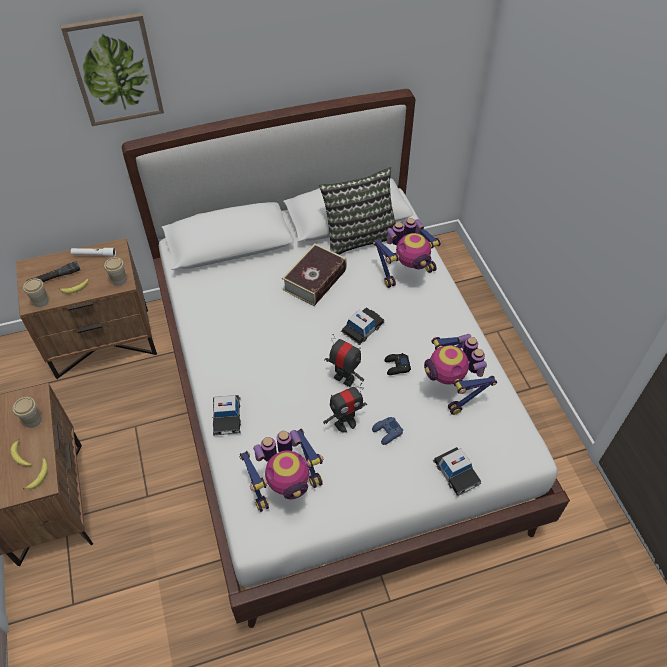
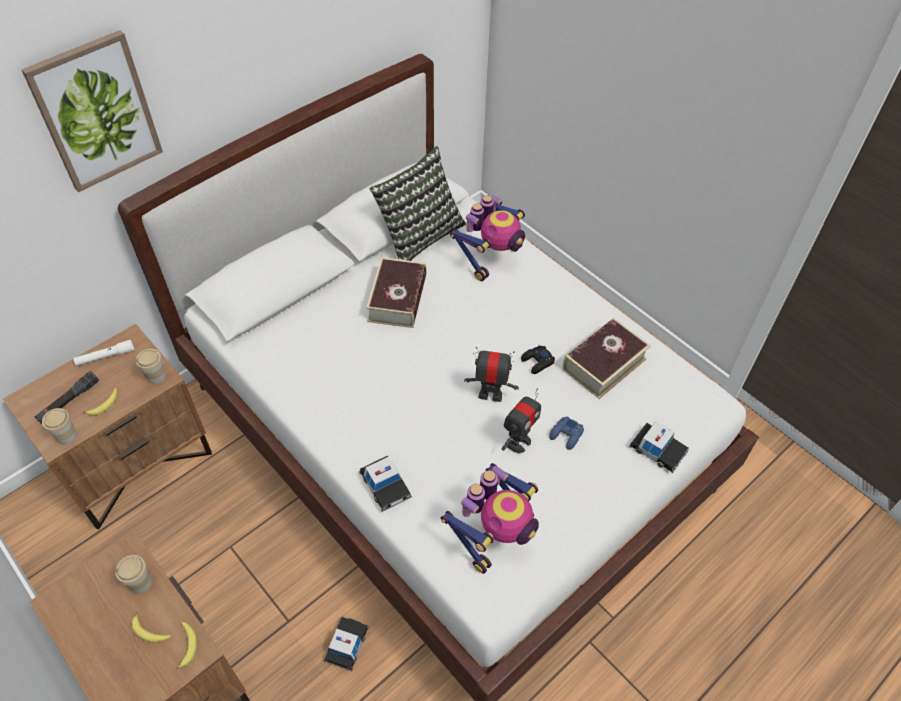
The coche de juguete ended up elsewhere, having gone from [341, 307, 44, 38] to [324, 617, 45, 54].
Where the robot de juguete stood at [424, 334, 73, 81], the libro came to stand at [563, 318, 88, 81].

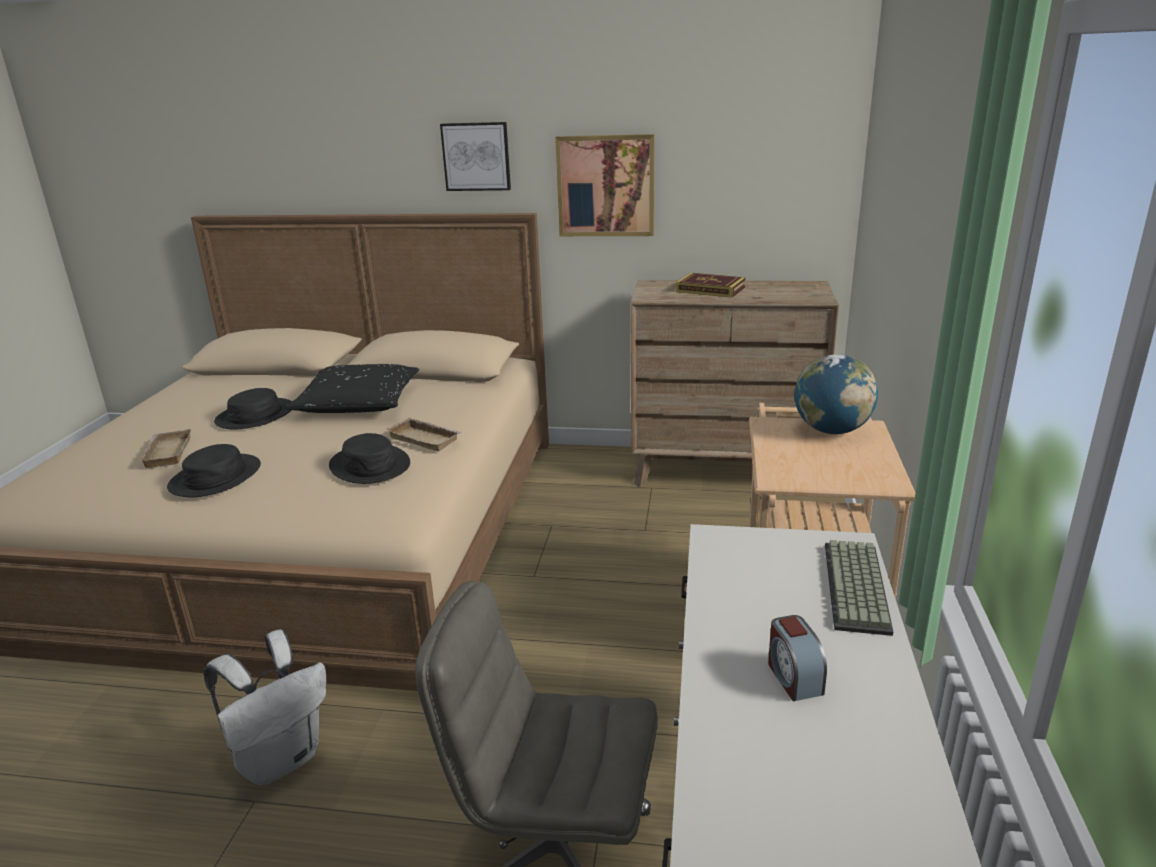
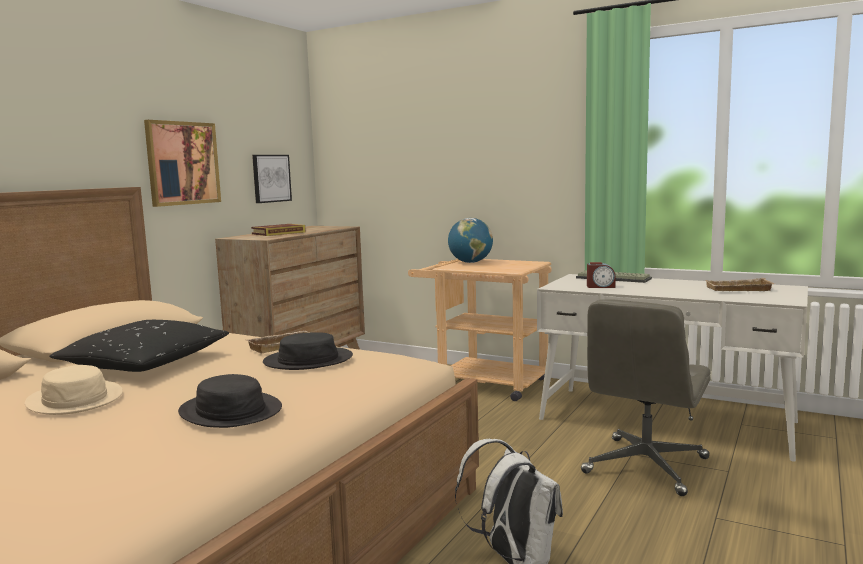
The cuadro ended up elsewhere, having gone from [440, 122, 71, 69] to [252, 155, 40, 48].
What was the sombrero/negro at [214, 388, 78, 42] turned into the sombrero/beis at [25, 365, 98, 50].
The bandeja/beis ended up elsewhere, having gone from [138, 429, 53, 39] to [706, 278, 69, 13].
The despertador ended up elsewhere, having gone from [768, 615, 59, 86] to [587, 262, 29, 26].

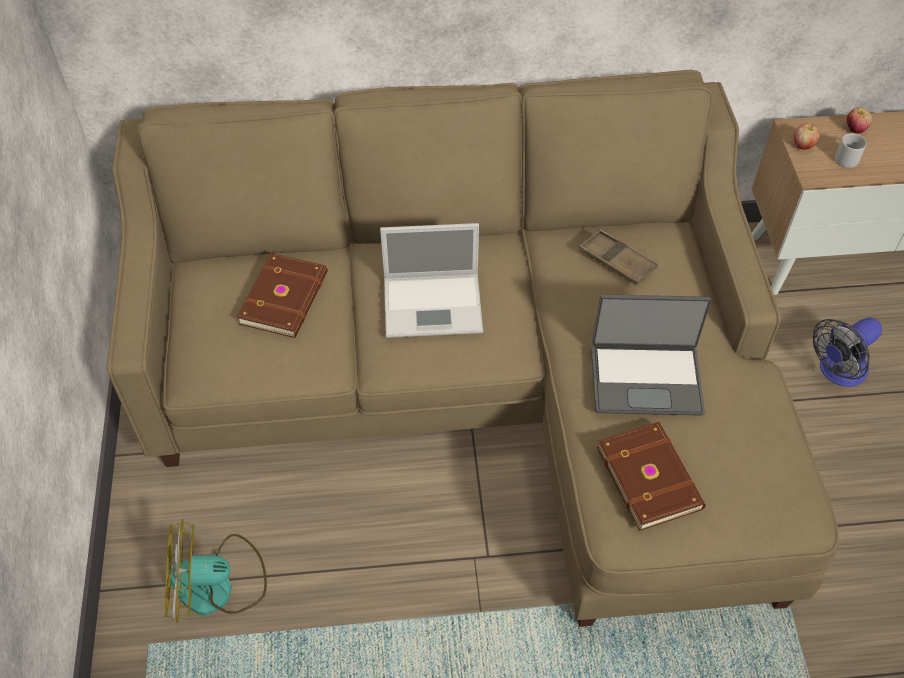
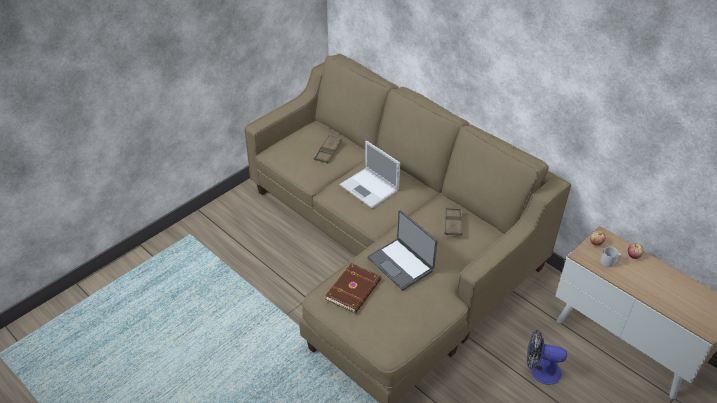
Where the libro/marrón stood at [236, 253, 92, 85], the bandeja/marrón came to stand at [314, 135, 28, 28].
The second view lost the ventilador at [165, 519, 102, 104].

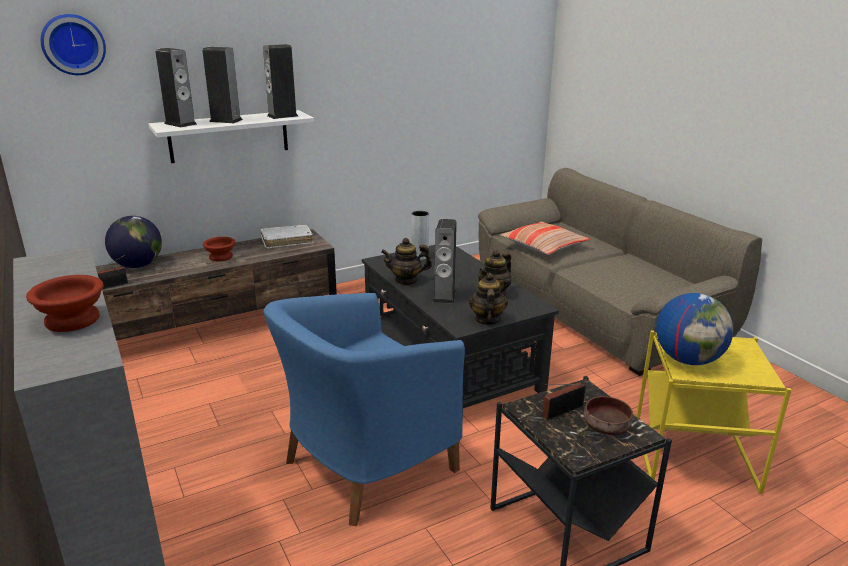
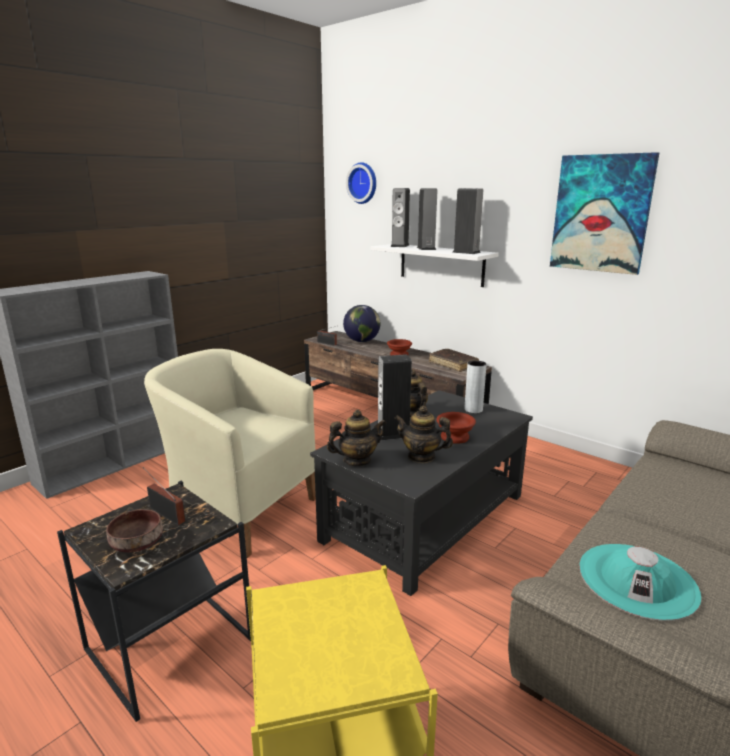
The second view lost the cojín at [500, 222, 90, 33].
What was the libro/blanco at [261, 225, 52, 24] turned into the libro/marrón at [429, 349, 50, 23].
The cuenco/marrón ended up elsewhere, having gone from [26, 275, 78, 57] to [436, 412, 40, 32].
What was the sillón/azul at [264, 293, 201, 233] turned into the sillón/beis at [144, 349, 172, 209].
The second view lost the globo terráqueo at [656, 293, 78, 72].
The second view gained the cuadro at [550, 152, 109, 123].
The second view gained the sombrero/turquesa at [579, 544, 122, 77].

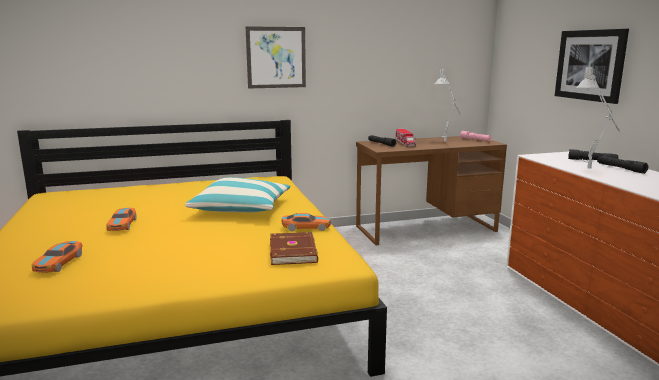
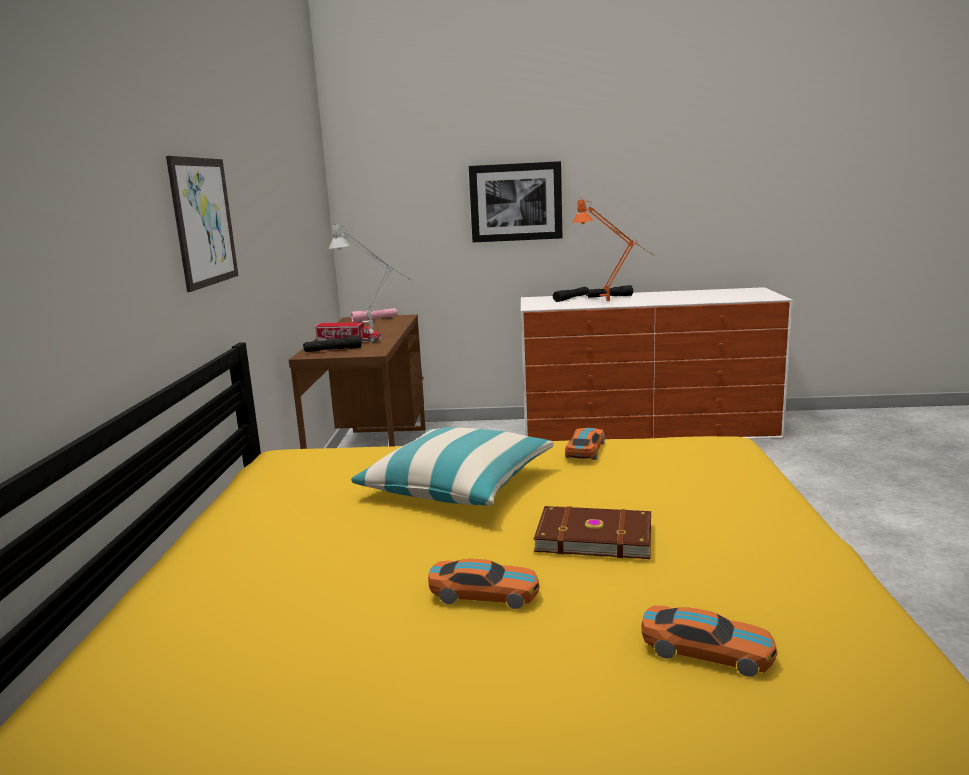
What was the lámpara de mesa/gris at [576, 65, 45, 104] turned into the lámpara de mesa/naranja at [572, 200, 84, 101].
The libro/marrón ended up elsewhere, having gone from [270, 232, 48, 33] to [534, 506, 117, 53].

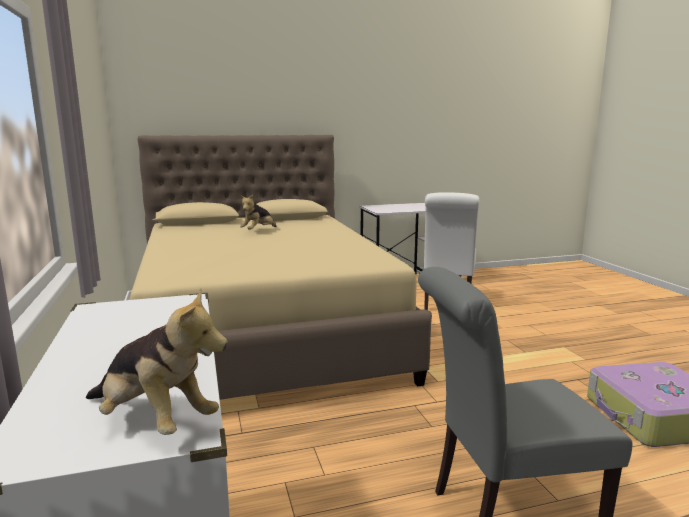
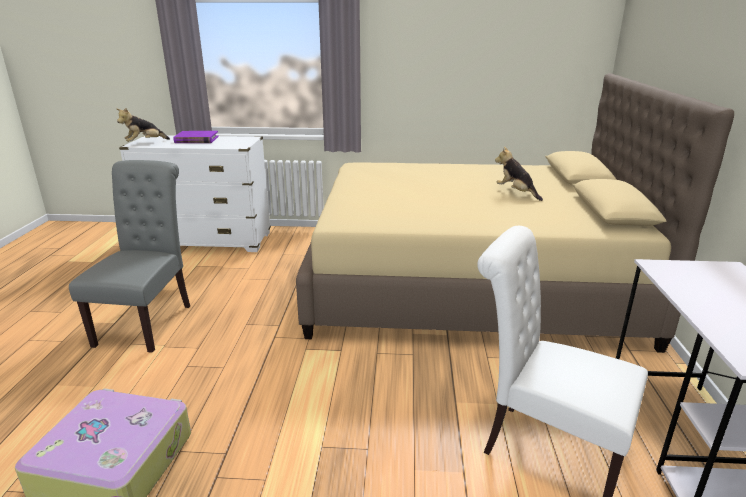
The second view gained the libro/morado at [174, 131, 45, 12].

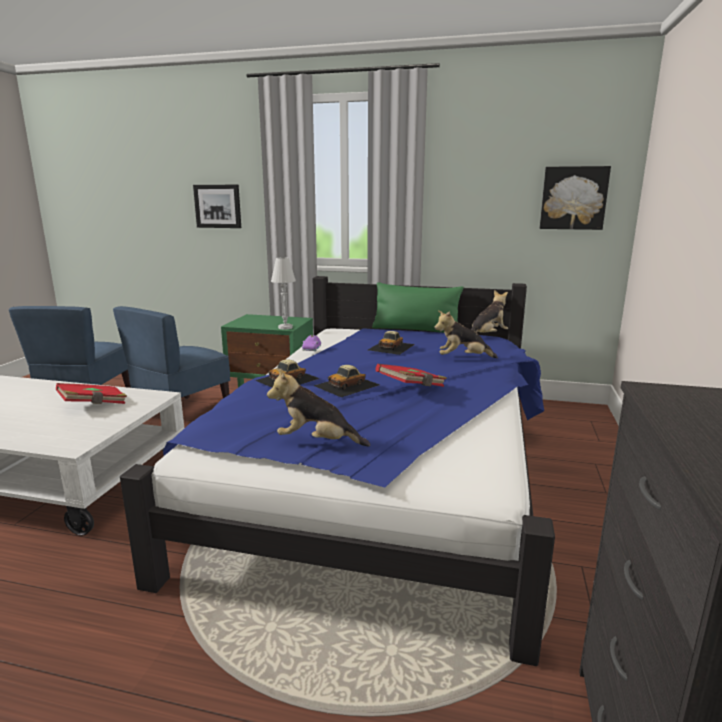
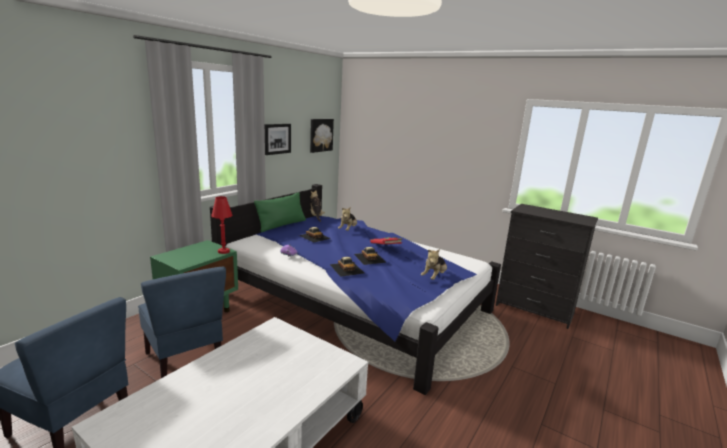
The cuadro ended up elsewhere, having gone from [193, 185, 48, 43] to [265, 124, 26, 31].
What was the lámpara de mesa/blanco at [271, 257, 25, 73] turned into the lámpara de mesa/rojo at [211, 196, 21, 58].
The second view lost the libro/rojo at [56, 383, 71, 21].

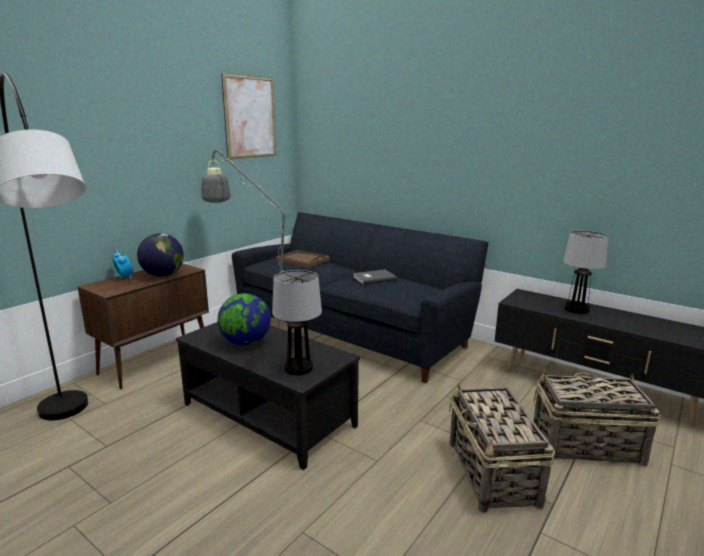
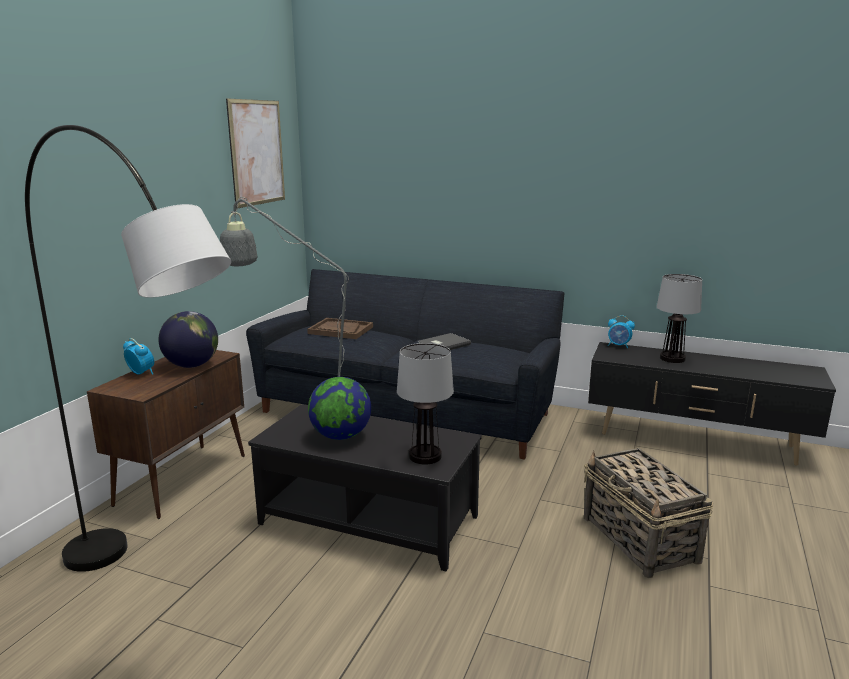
The second view lost the cesta at [534, 369, 127, 98].
The second view gained the despertador at [608, 315, 27, 33].

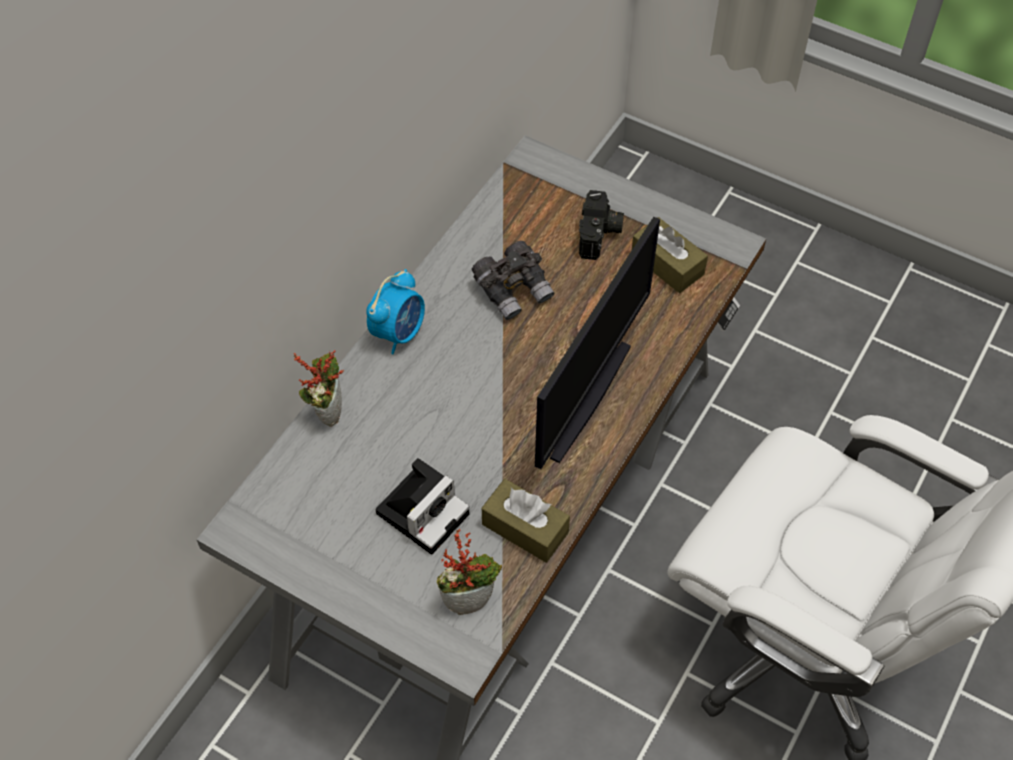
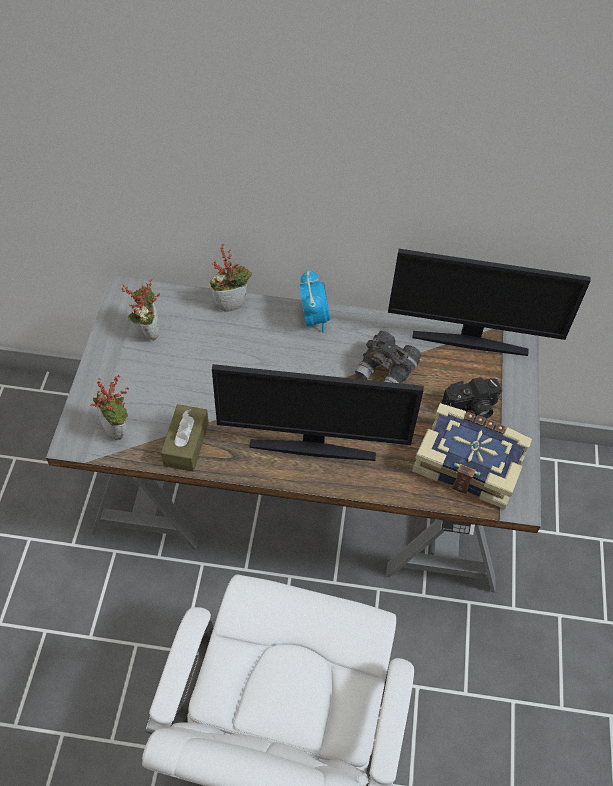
Where the caja de pañuelos/marrón stood at [632, 217, 76, 76], the libro came to stand at [412, 403, 120, 106].
The despertador at [366, 269, 59, 86] ended up facing another way, 105 degrees counterclockwise from before.
The second view lost the cámara at [376, 458, 94, 97].
The second view gained the monitor at [388, 249, 203, 107].
The second view gained the planta en maceta at [122, 279, 38, 62].

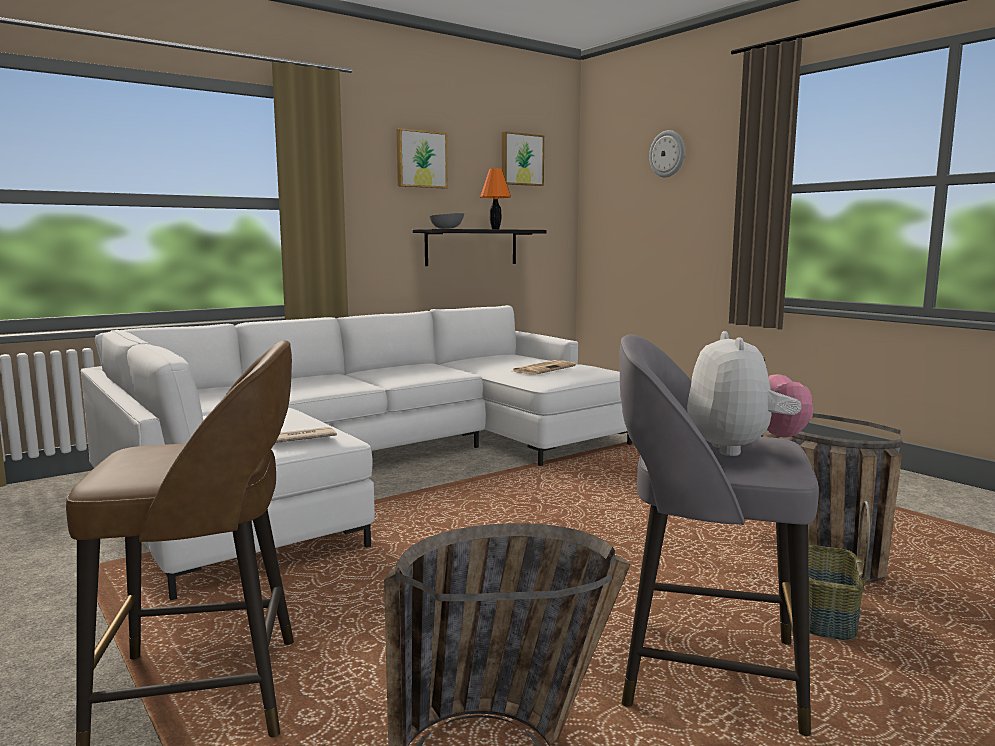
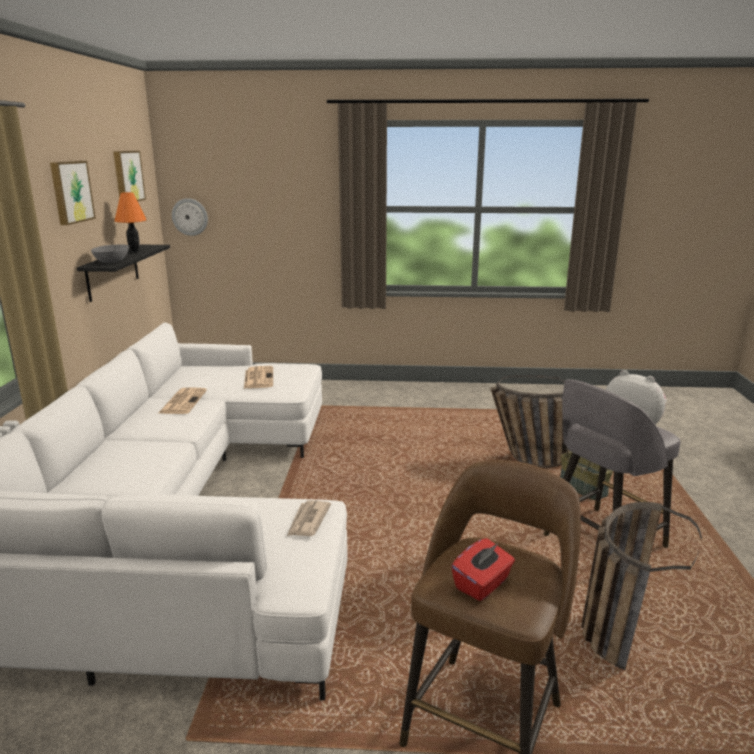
The reloj de pared ended up elsewhere, having gone from [649, 130, 36, 47] to [172, 198, 36, 38].
The second view gained the periódico at [159, 387, 48, 27].
The second view gained the caja de pañuelos/rojo at [451, 538, 64, 63].

